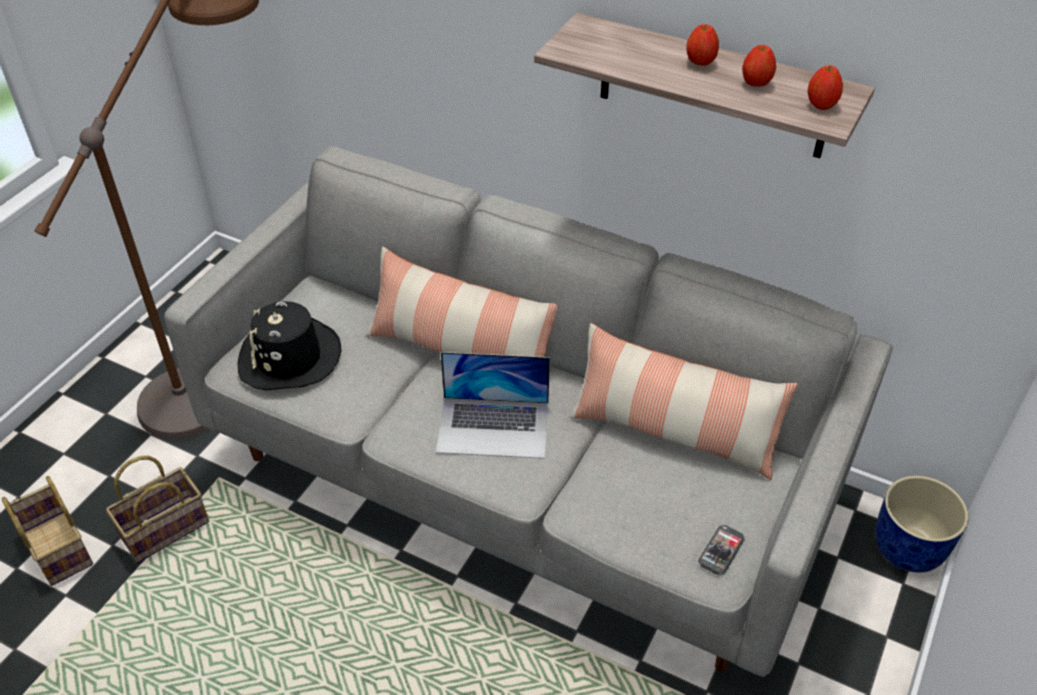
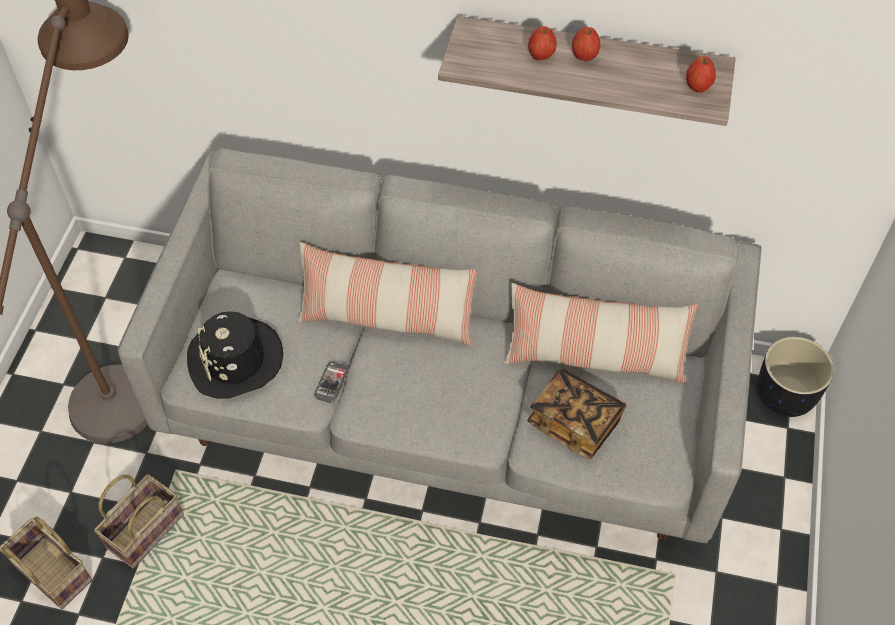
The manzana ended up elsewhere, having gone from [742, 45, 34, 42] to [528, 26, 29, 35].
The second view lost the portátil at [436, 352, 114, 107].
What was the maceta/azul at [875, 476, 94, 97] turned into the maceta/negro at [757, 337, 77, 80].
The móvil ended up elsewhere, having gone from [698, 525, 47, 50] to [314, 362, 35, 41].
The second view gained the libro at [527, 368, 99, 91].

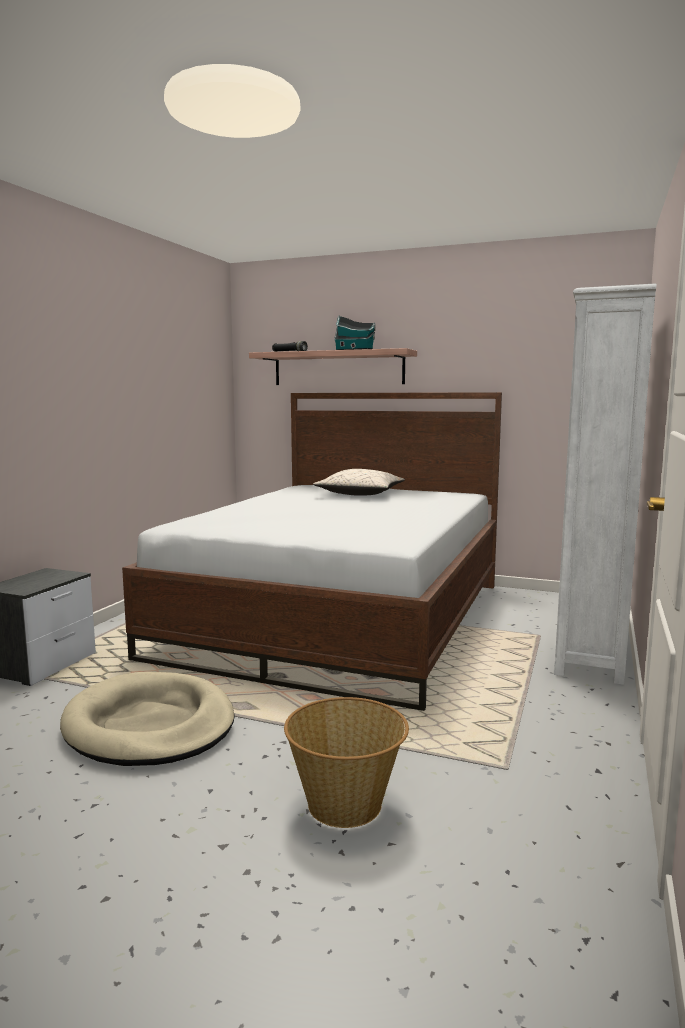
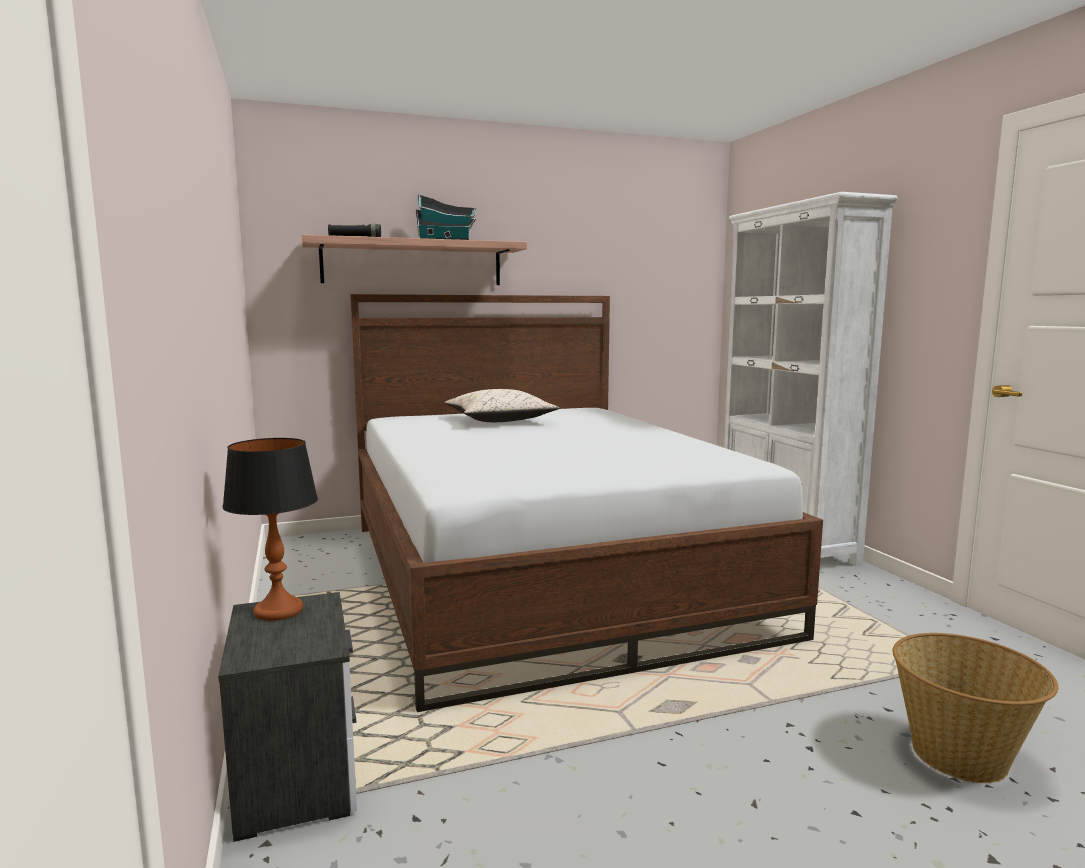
The second view lost the cama para perro/beis at [60, 672, 175, 94].
The second view gained the lámpara de mesa at [222, 438, 96, 183].

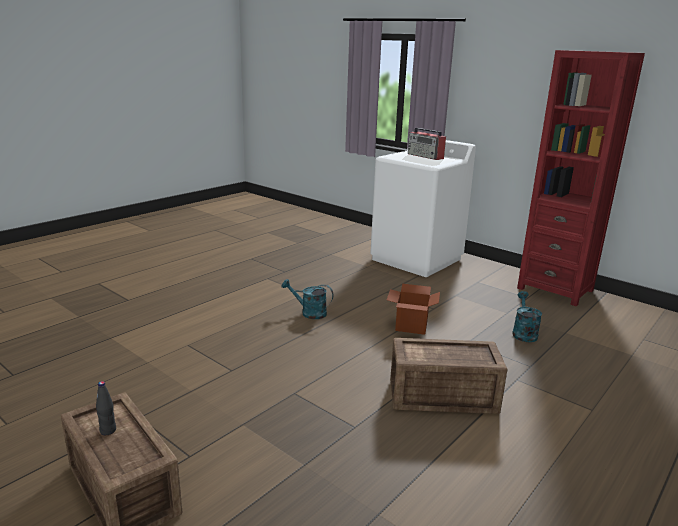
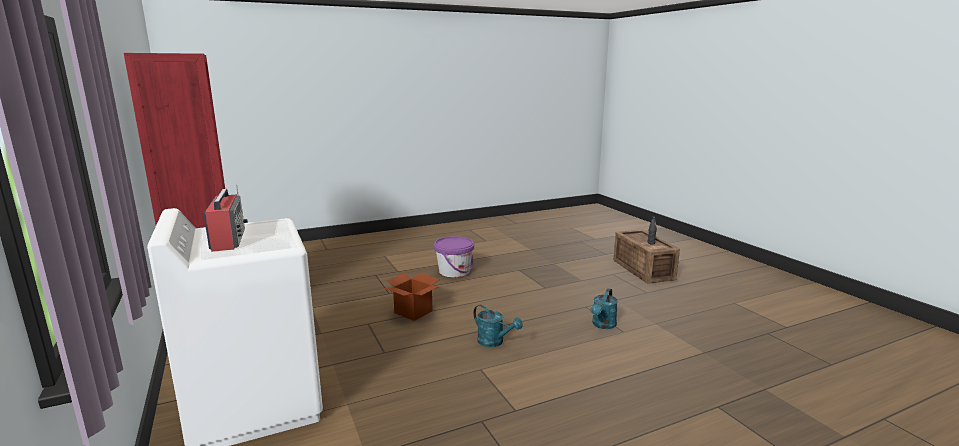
The regadera/turquesa ended up elsewhere, having gone from [512, 291, 30, 51] to [590, 288, 28, 41].
Where the caja de embalaje stood at [390, 338, 117, 76], the cubo/morado came to stand at [434, 236, 40, 41].

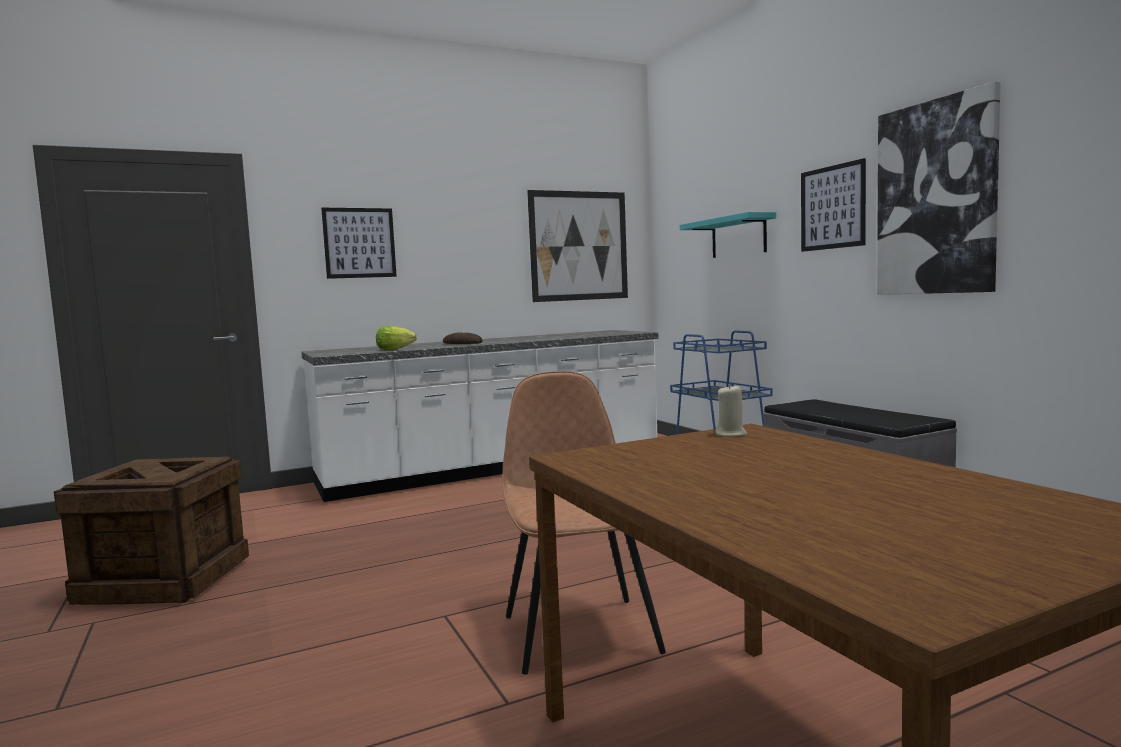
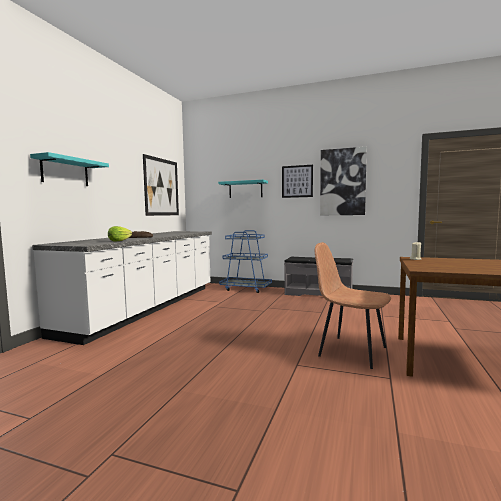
Where the cuadro hung at [321, 208, 76, 71], the estante/turquesa came to hang at [30, 152, 79, 34].
The second view lost the caja de embalaje at [54, 457, 195, 148].

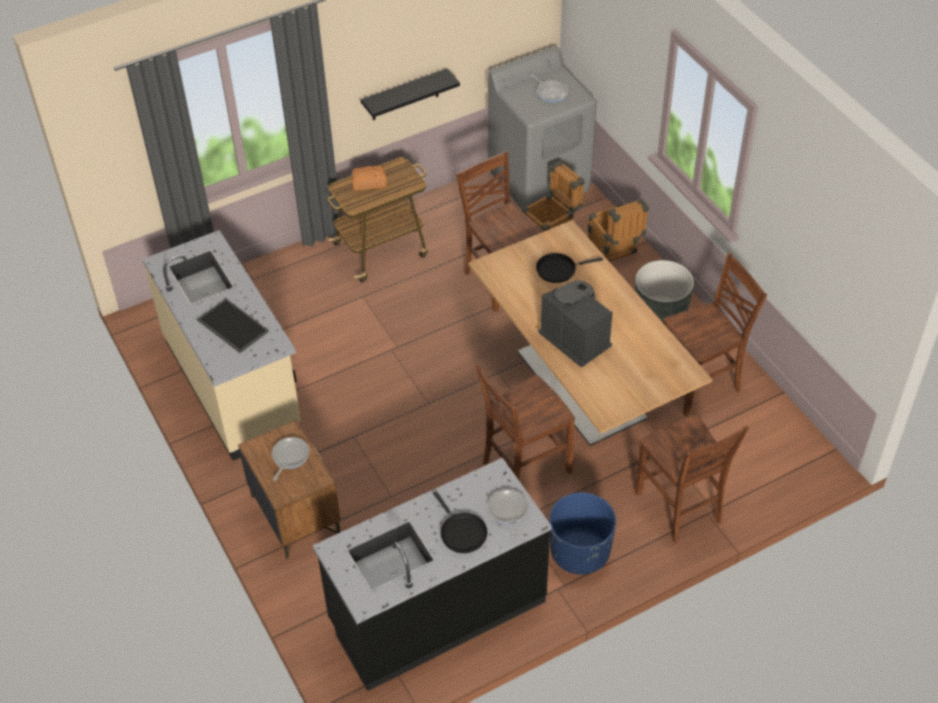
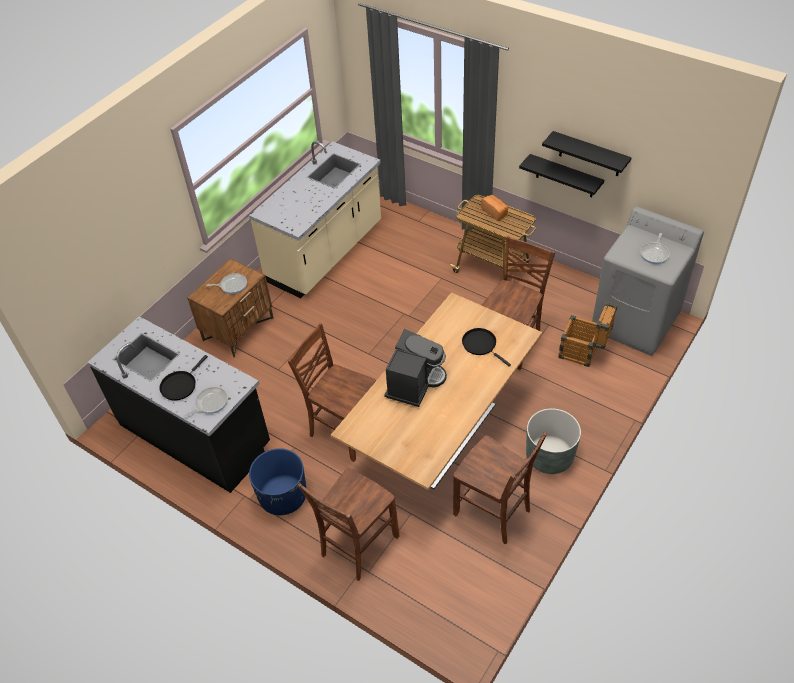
The second view lost the caja de embalaje at [588, 199, 61, 63].
The second view lost the bandeja at [197, 298, 72, 55].
The second view gained the estante/negro at [542, 131, 90, 45].

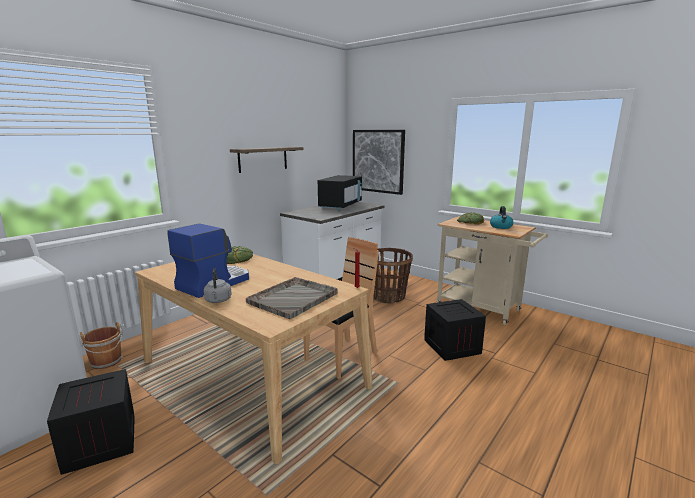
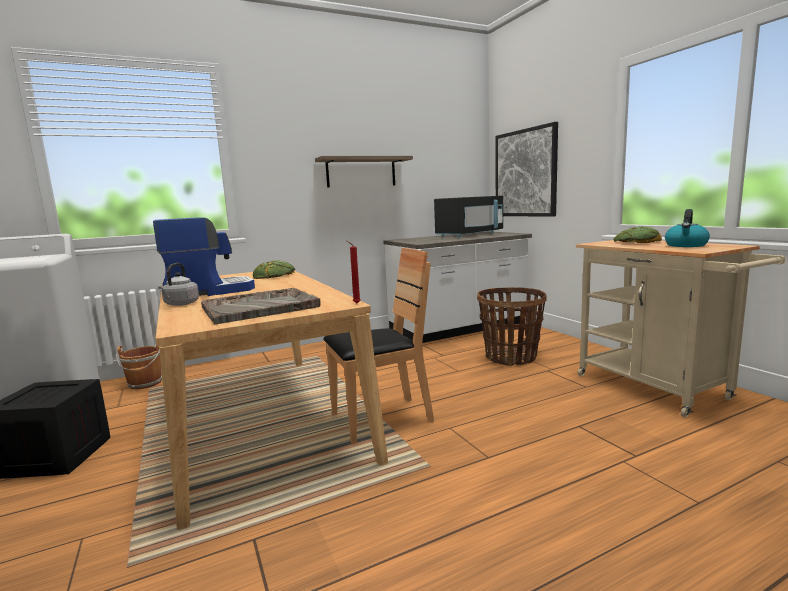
The second view lost the caja de embalaje at [424, 299, 62, 62].

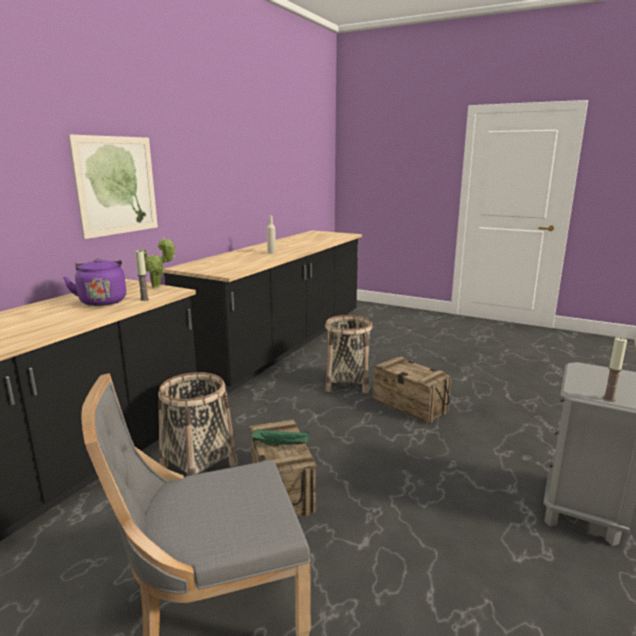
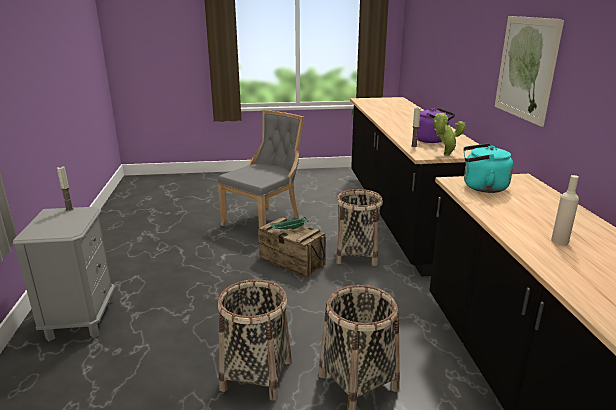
Where the caja de embalaje stood at [373, 357, 78, 67], the cesta came to stand at [218, 279, 74, 122].
The second view gained the hervidor/turquesa at [463, 143, 50, 50].

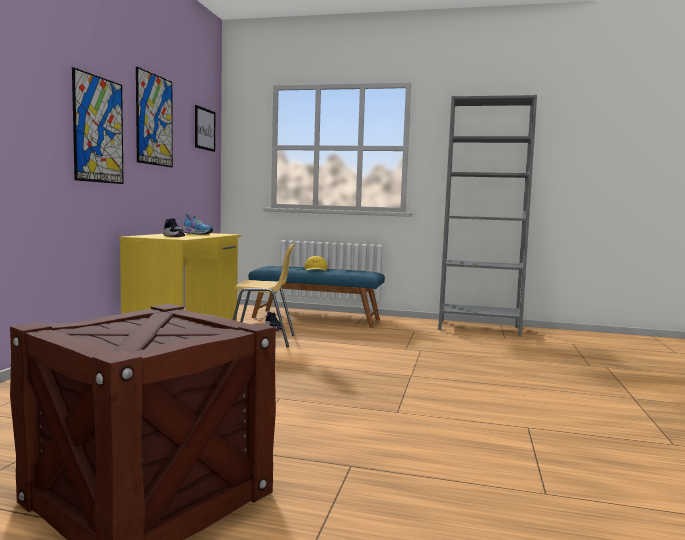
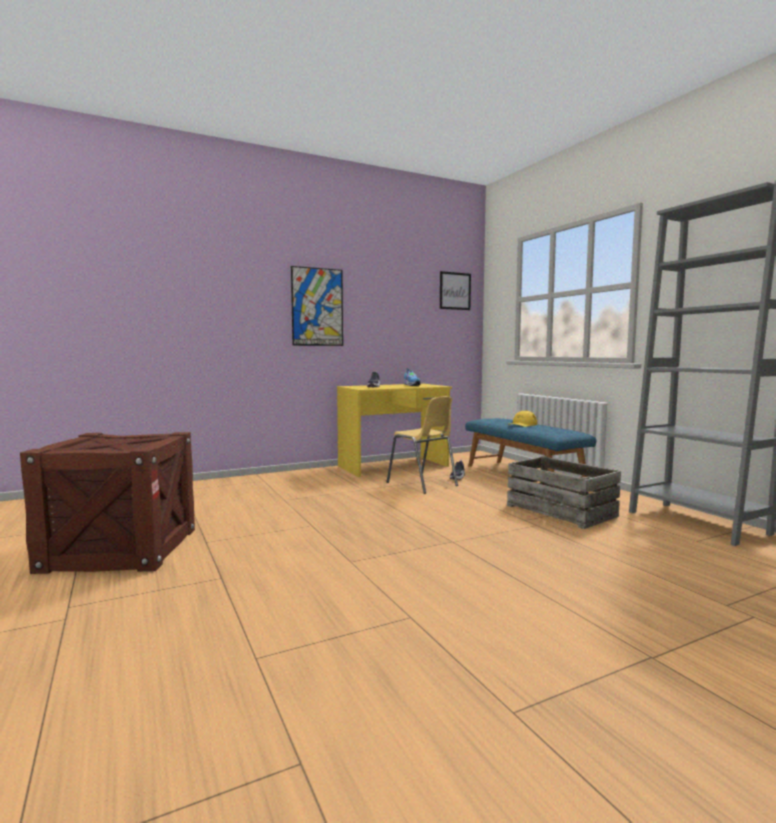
The second view lost the cuadro at [136, 67, 37, 100].
The second view gained the caja de embalaje at [507, 456, 114, 73].

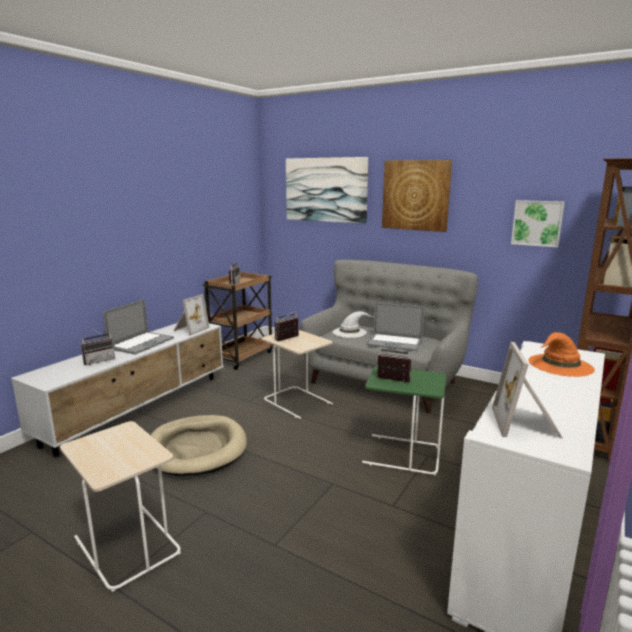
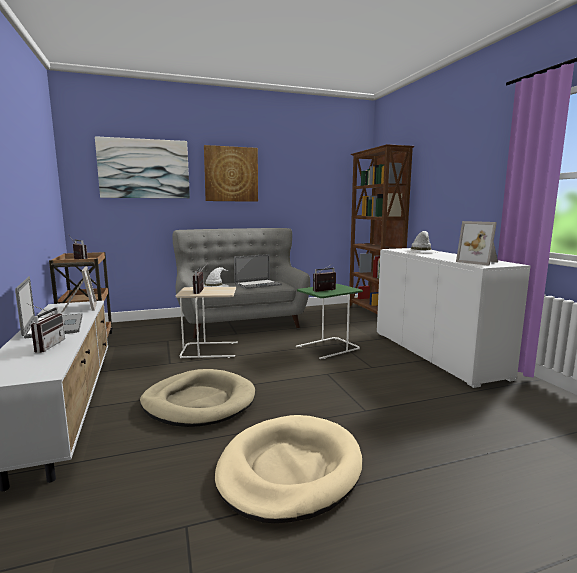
The second view lost the cuadro at [511, 200, 54, 47].
What was the sombrero/naranja at [528, 332, 67, 45] turned into the sombrero/blanco at [404, 231, 34, 22].
Where the mesa auxiliar/beis stood at [60, 421, 121, 171], the cama para perro/beis came to stand at [215, 415, 147, 108].

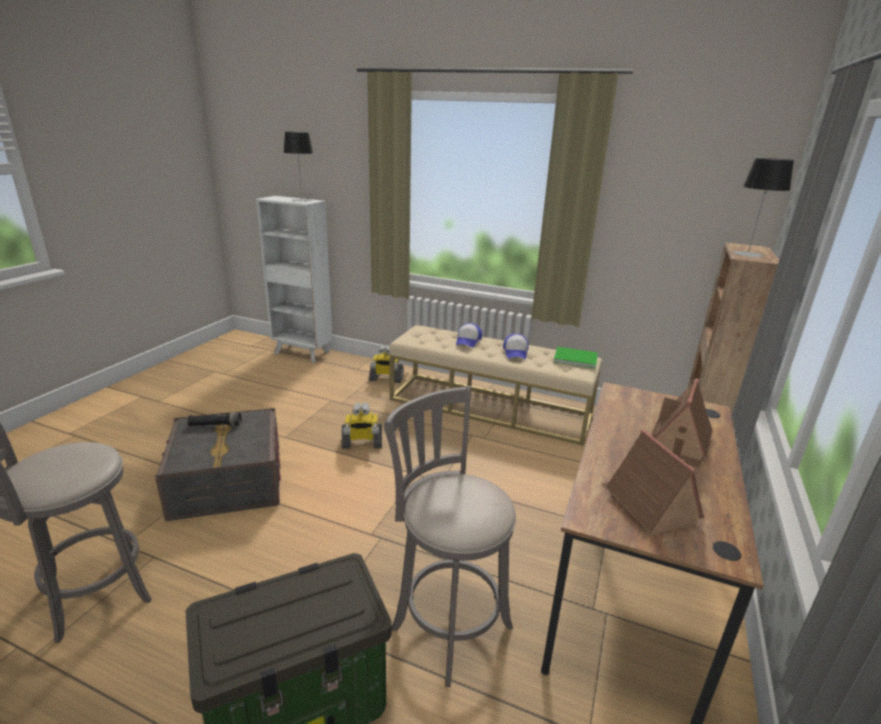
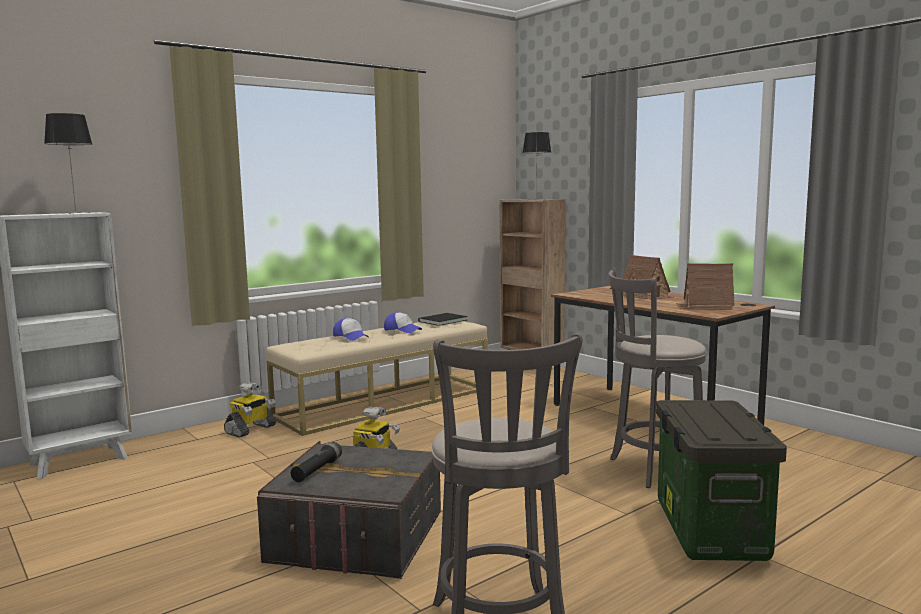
What was the libro/verde at [554, 347, 44, 22] turned into the libro/negro at [418, 313, 49, 13].

